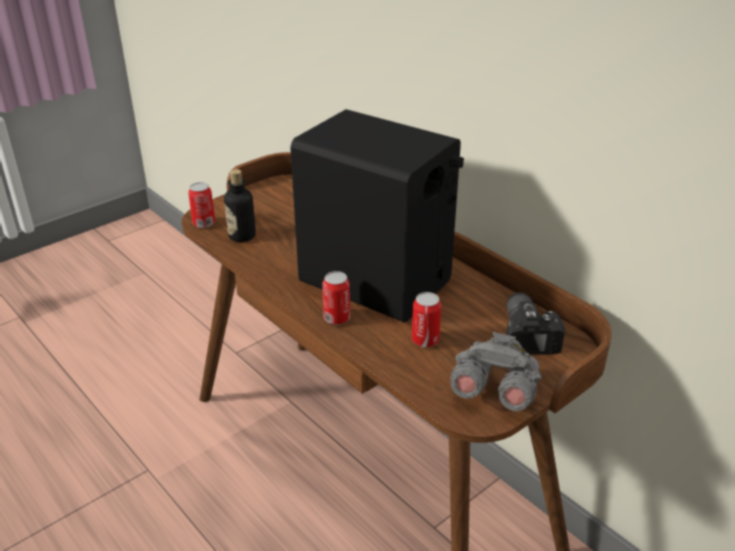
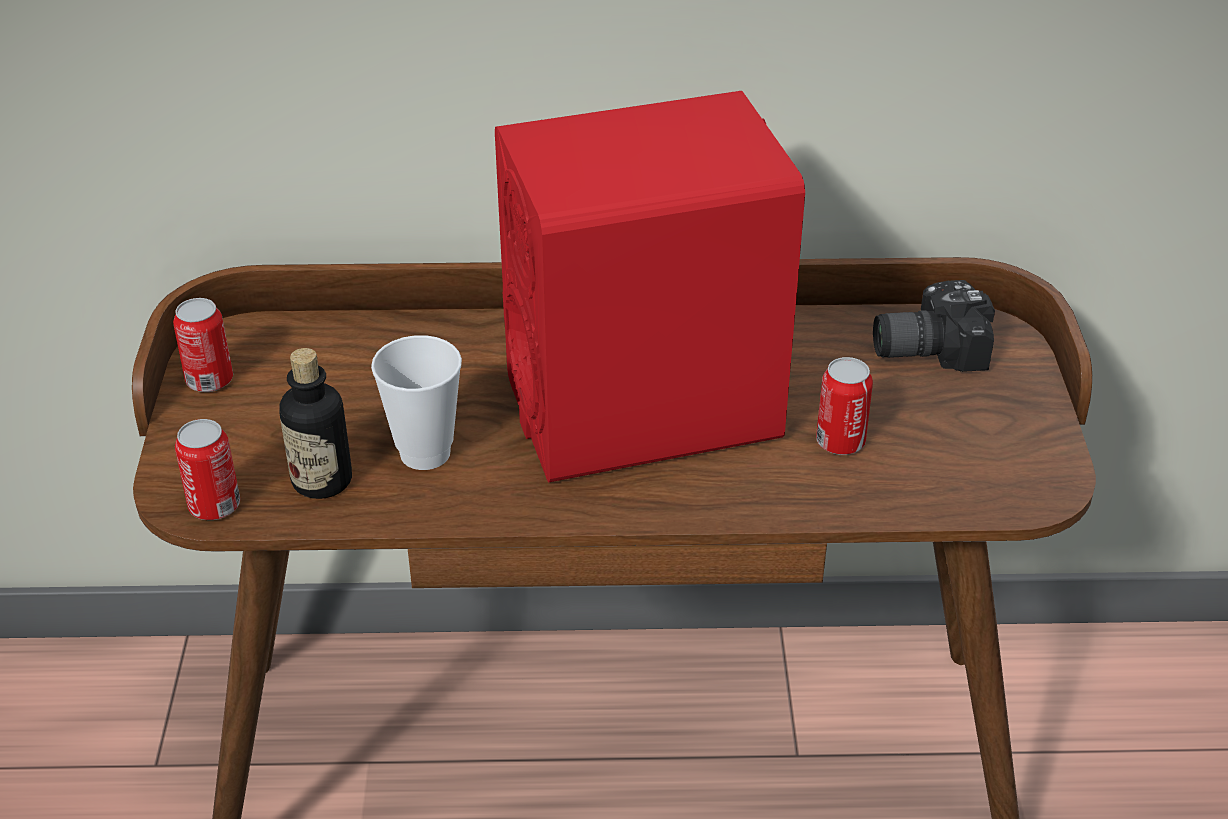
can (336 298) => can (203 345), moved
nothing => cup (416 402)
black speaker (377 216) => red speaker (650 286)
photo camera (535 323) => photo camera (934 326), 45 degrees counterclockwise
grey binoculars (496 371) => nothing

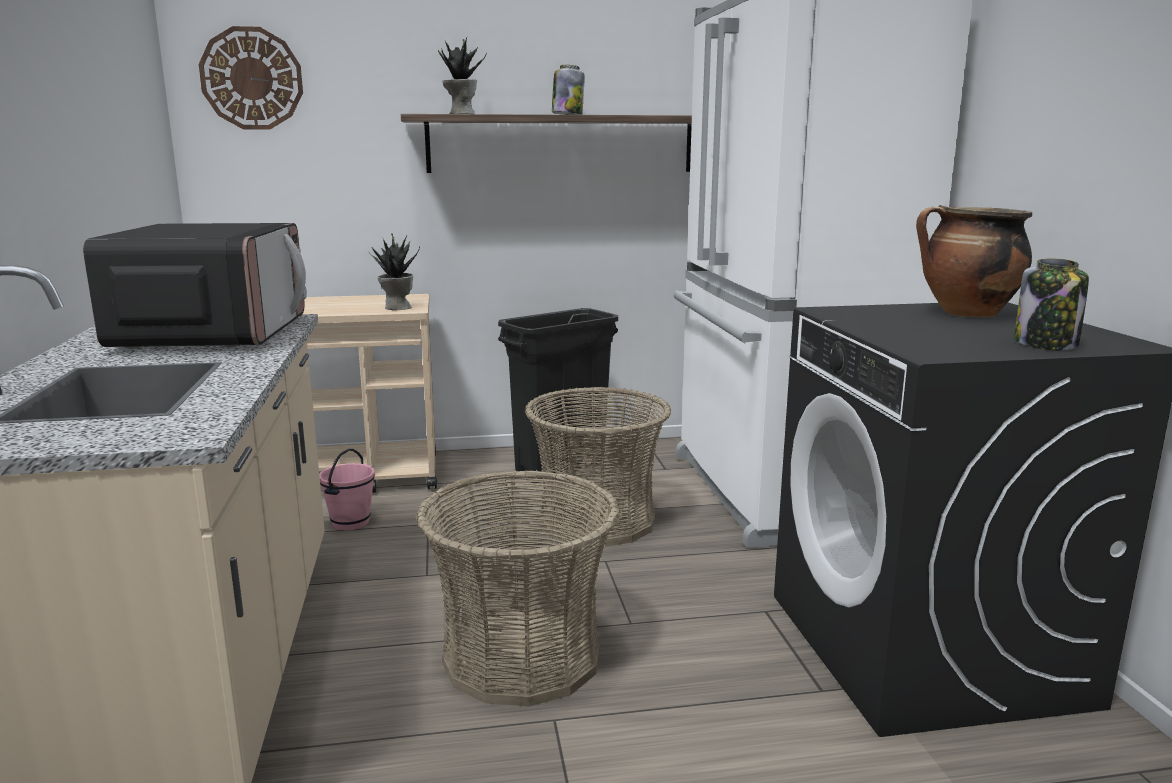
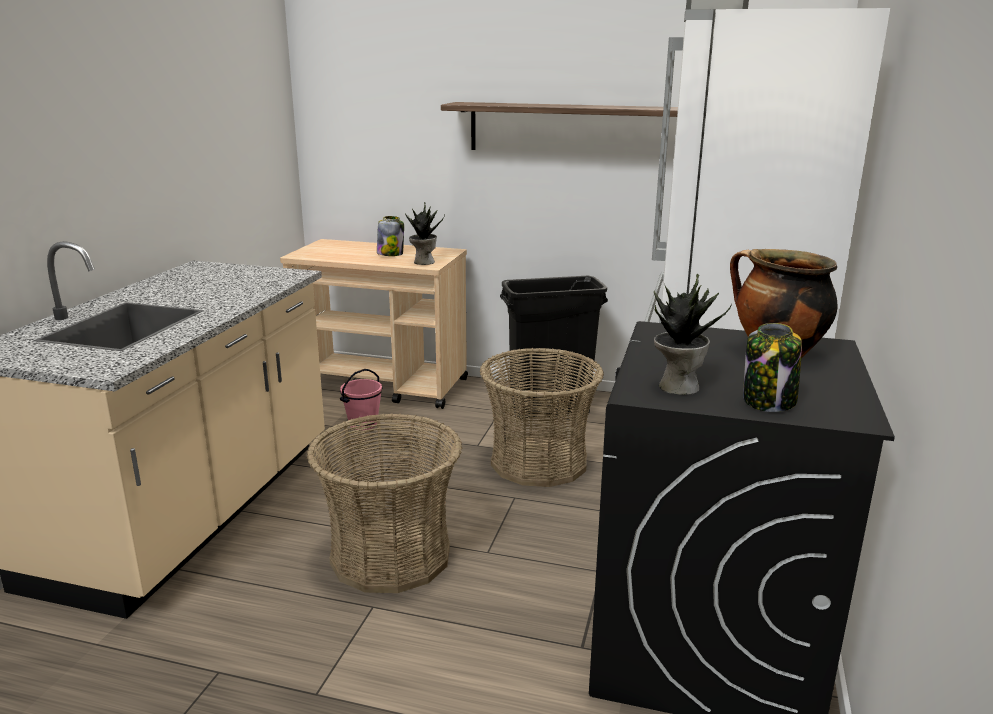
jar (568 90) => jar (390 236), moved
potted plant (462 76) => potted plant (693 334), moved
microwave (195 286) => nothing
wall clock (251 78) => nothing

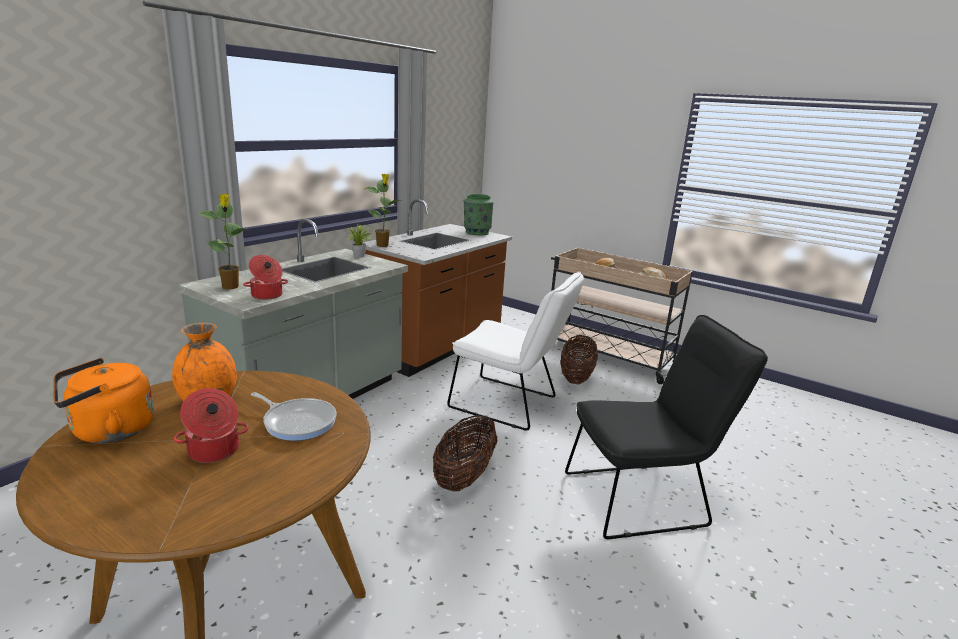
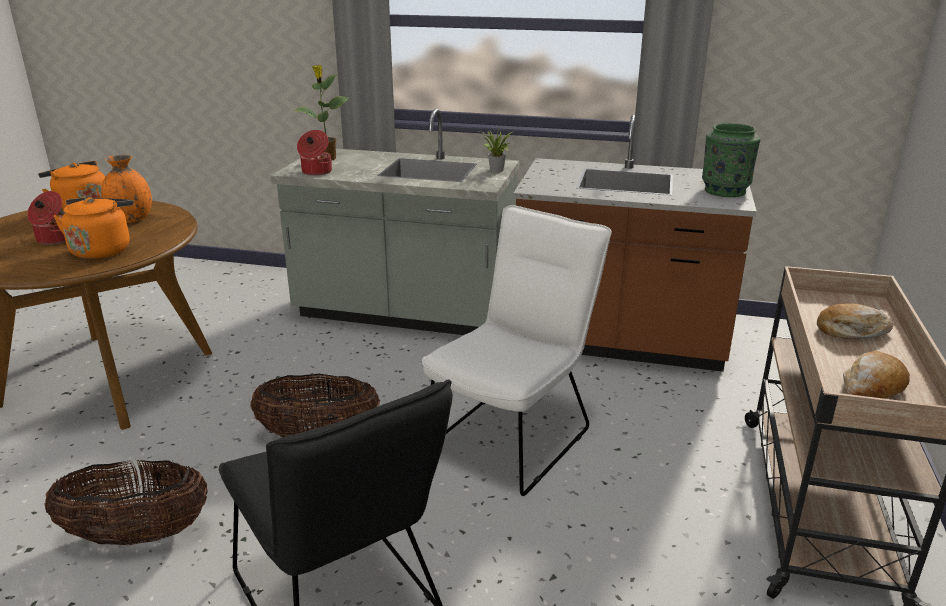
basket (579 359) => basket (125 502), moved
frying pan (294 416) => orange kettle (93 228)
white chair (515 351) => white chair (517 350), 150 degrees counterclockwise
potted plant (383 210) => nothing

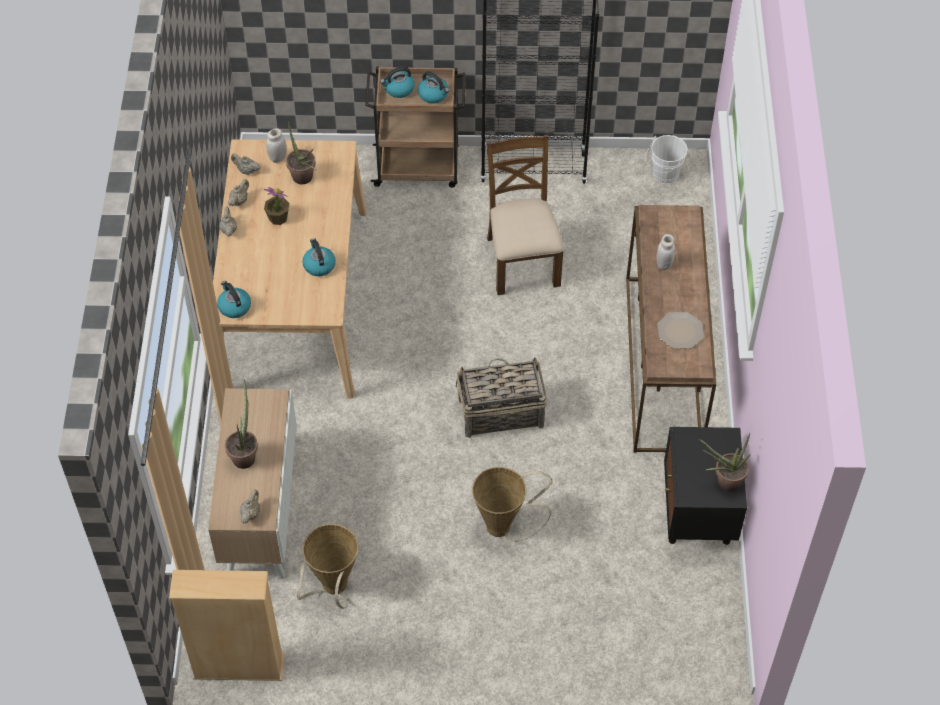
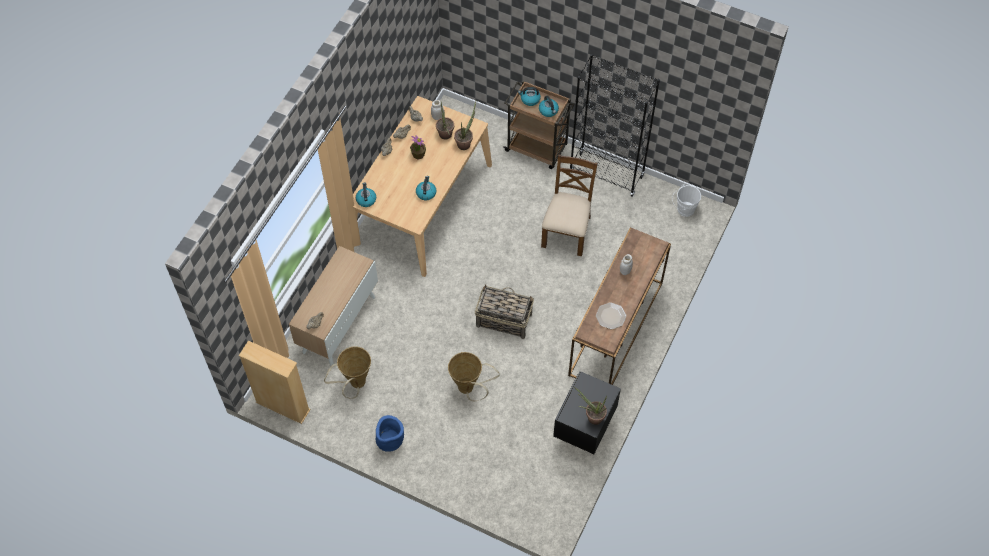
nothing => blue planter (390 433)
potted plant (241 424) => potted plant (465 125), moved

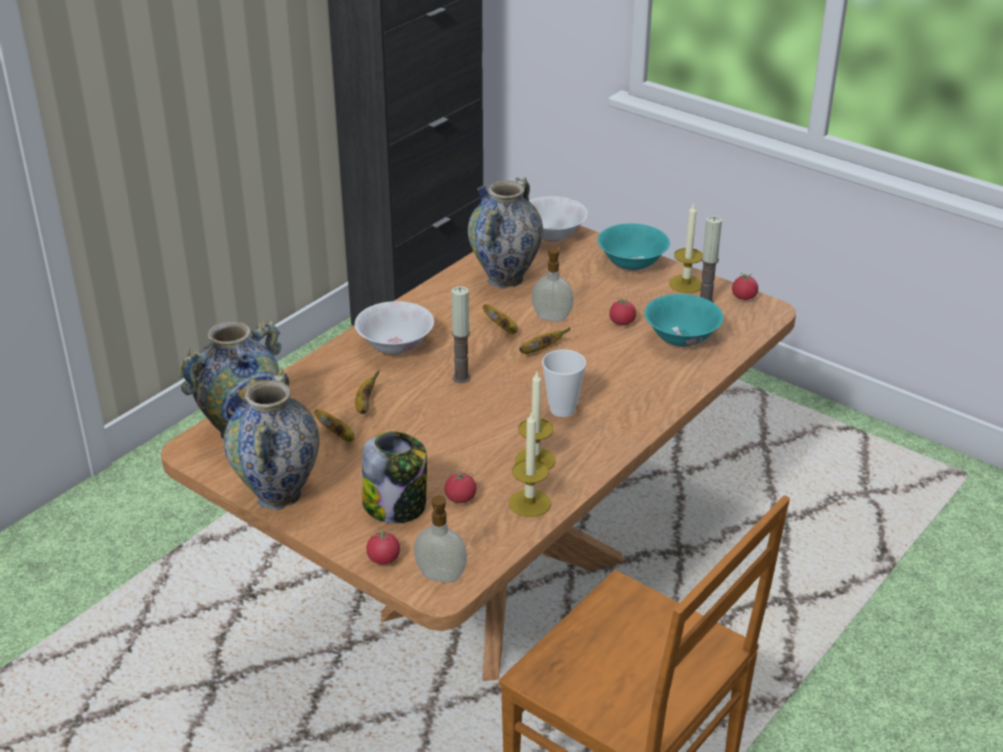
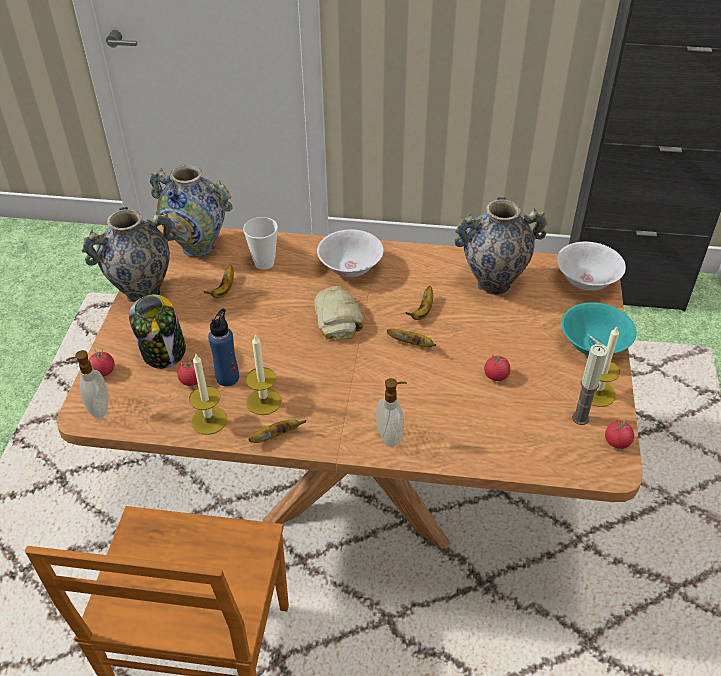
nothing => blue bottle (223 347)
cup (564 383) => cup (260 243), moved
banana (367 392) => banana (277 431), moved
candle (461 334) => bread (339 313)
soap dispenser (553 284) => soap dispenser (391 412), moved
turquoise bowl (683 320) => nothing

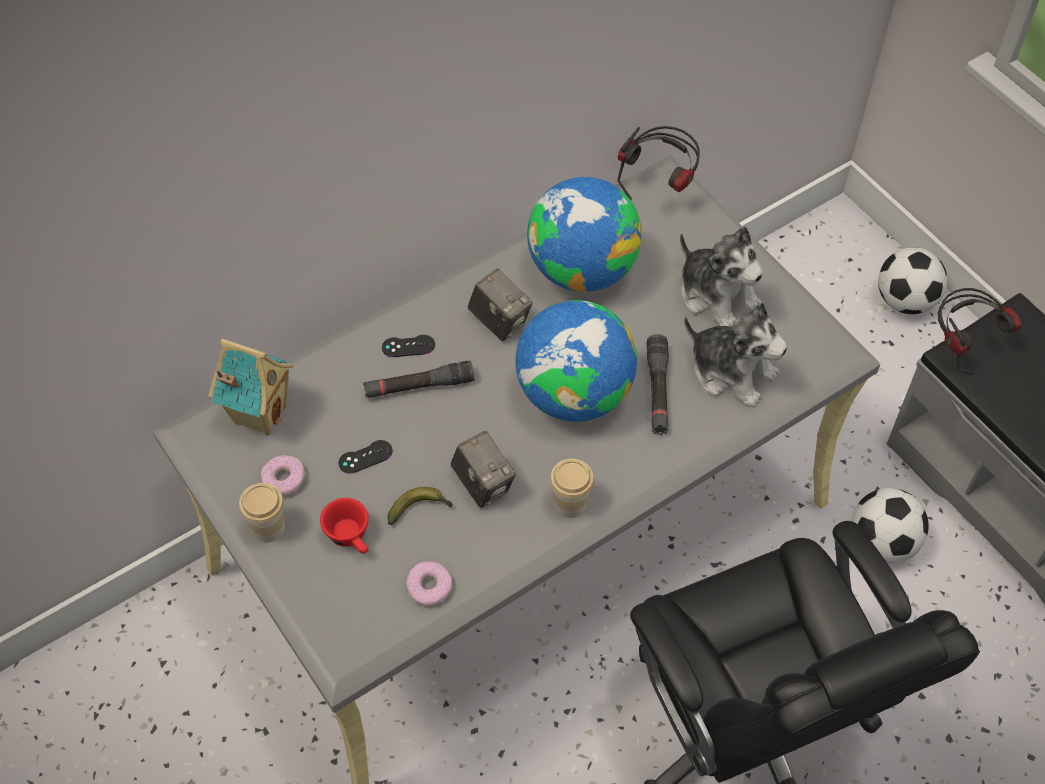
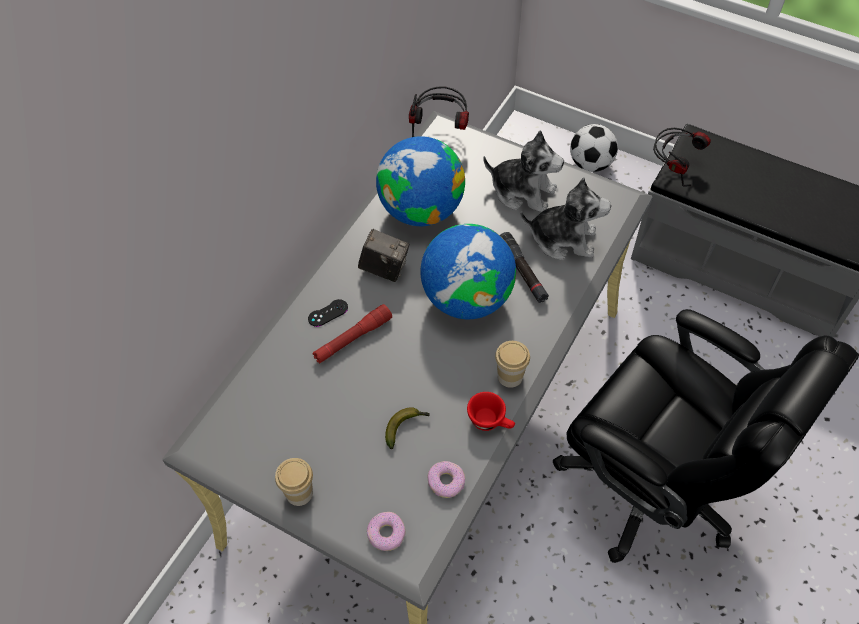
black flashlight (418 379) => red flashlight (352 333)
donut (283 475) => donut (386 531), moved
red cup (344 526) => red cup (491 411), moved
toy house (251 387) => nothing
black game controller (366 457) => nothing
photo camera (483 469) => nothing
football (890 525) => nothing

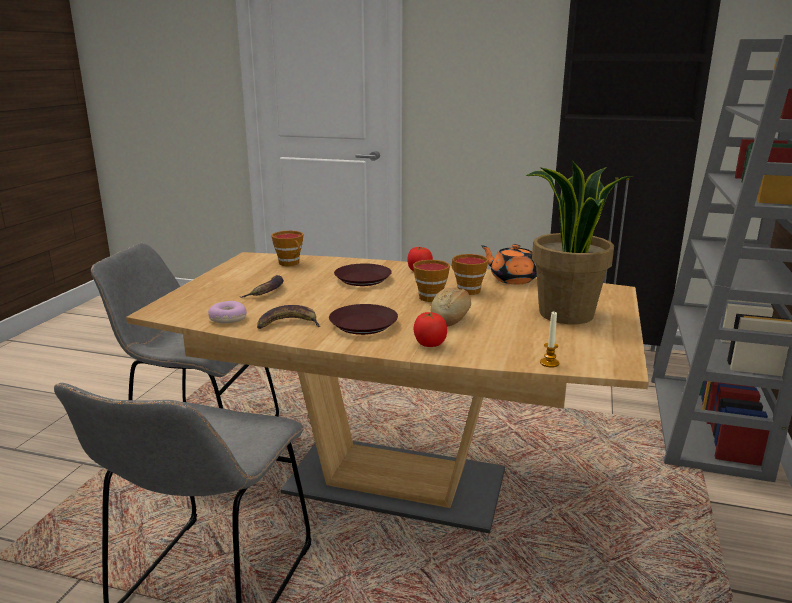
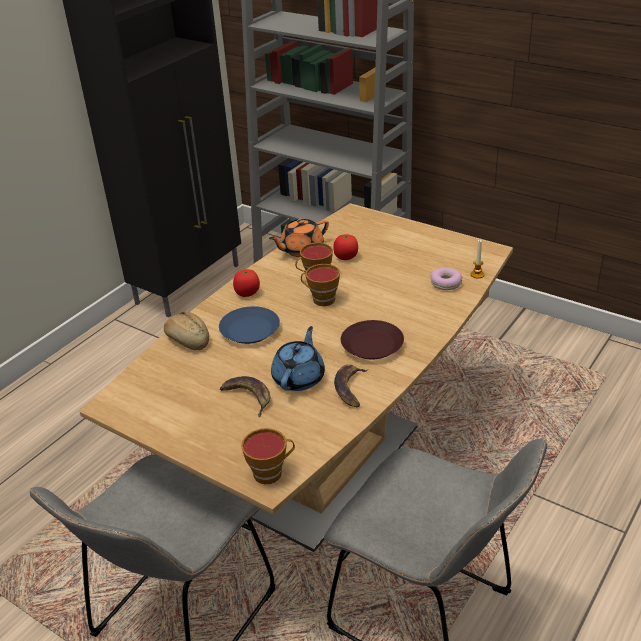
bread (451 307) => bread (186 330), moved
brown plate (363 274) => blue plate (249 325)
cup (287 248) => cup (268 456), moved
nothing => blue teapot (298 358)
tomato (430 329) => tomato (345 247), moved
donut (227 312) => donut (446 279), moved
potted plant (579 242) => nothing

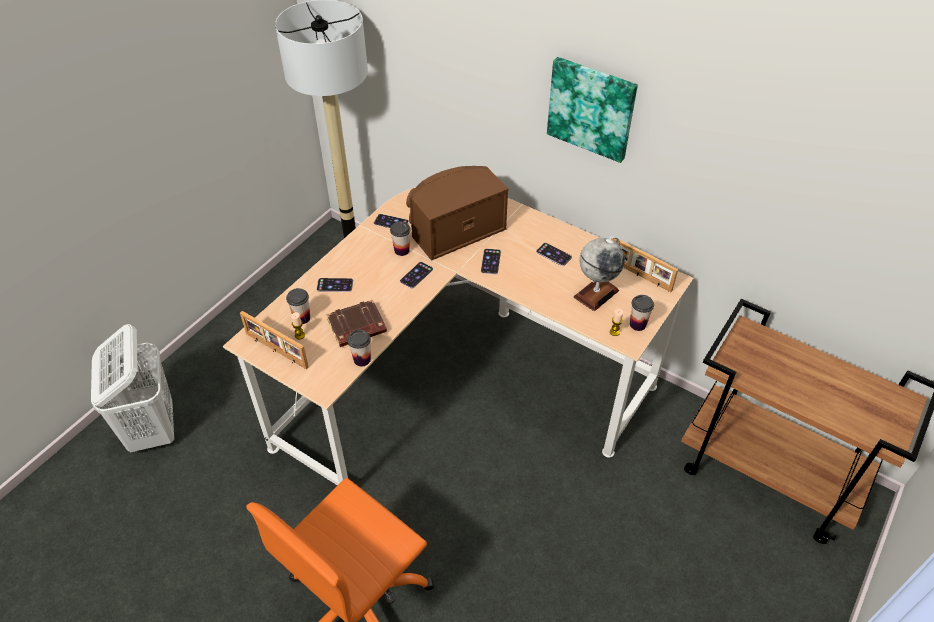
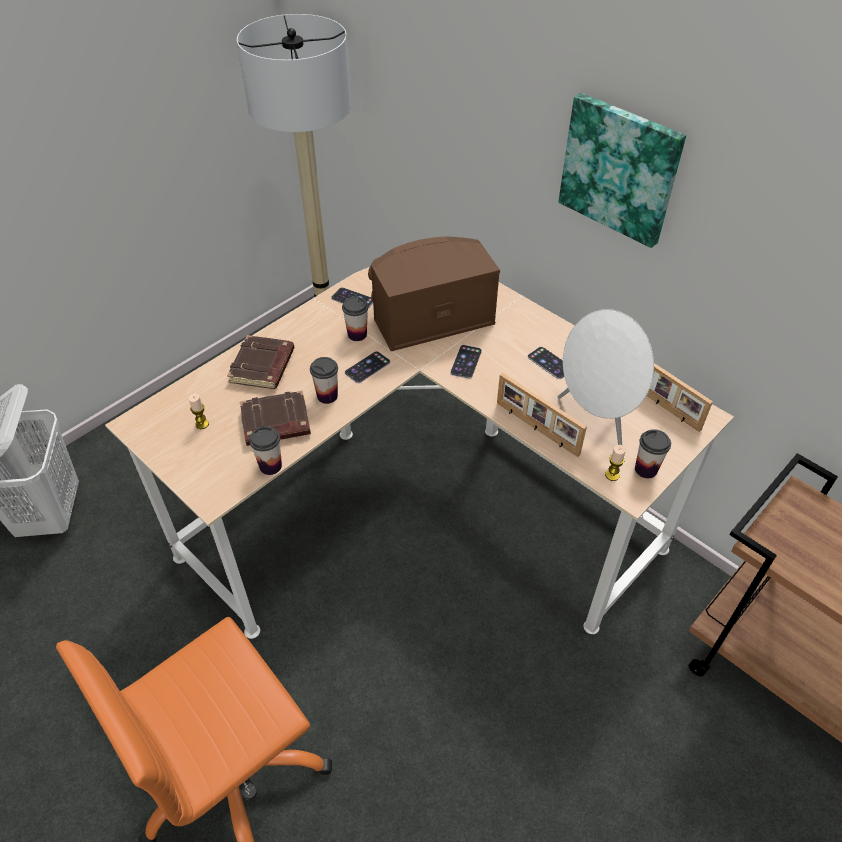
phone (334 285) => brown book (261 362)
cup (298 306) => cup (324 380), moved
picture frame (274 340) => picture frame (542 415), moved
globe (599 273) => white speaker (606 377)

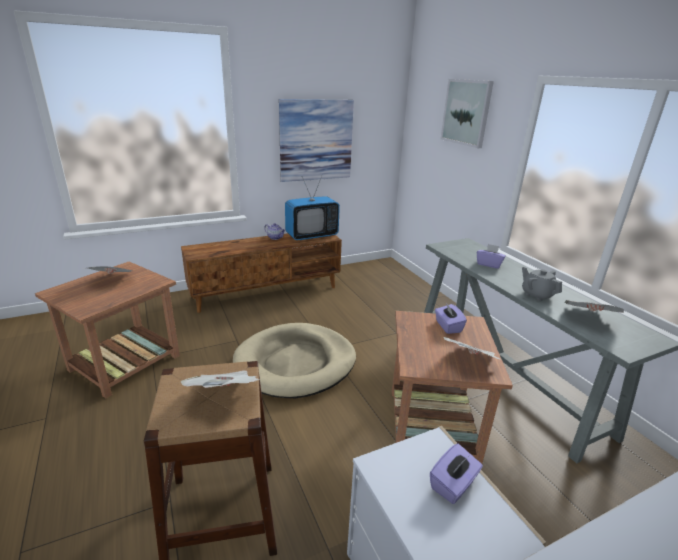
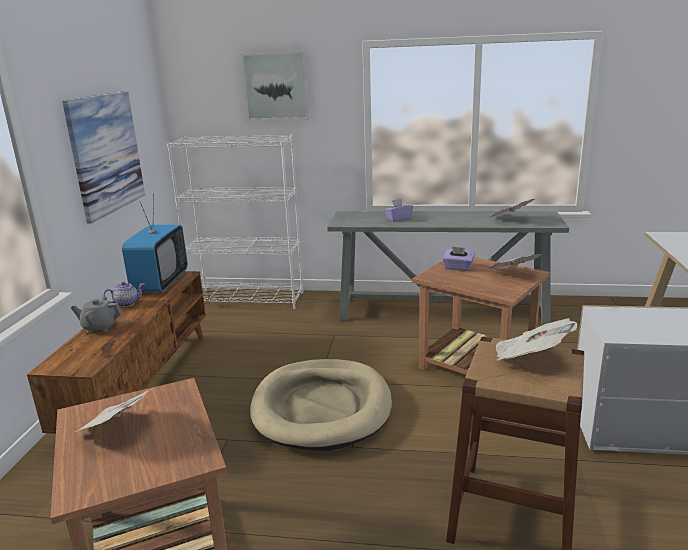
grey teapot (542 284) => grey teapot (96 314), moved
nothing => white bookcase (235 222)
purple tissue box (456 473) => nothing

